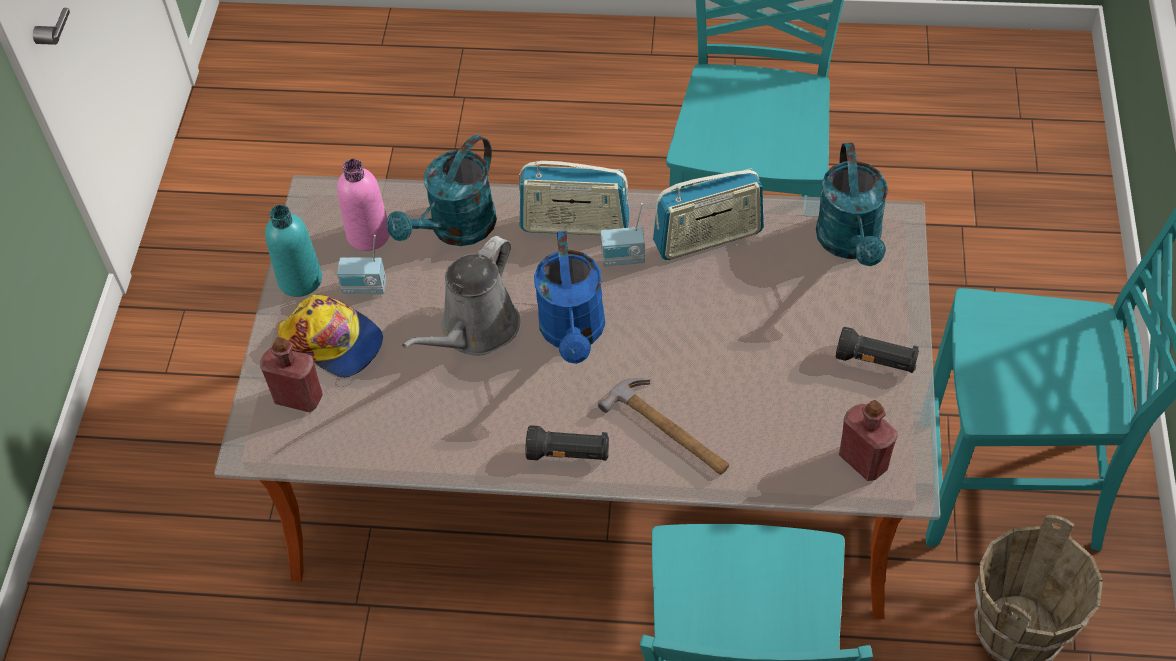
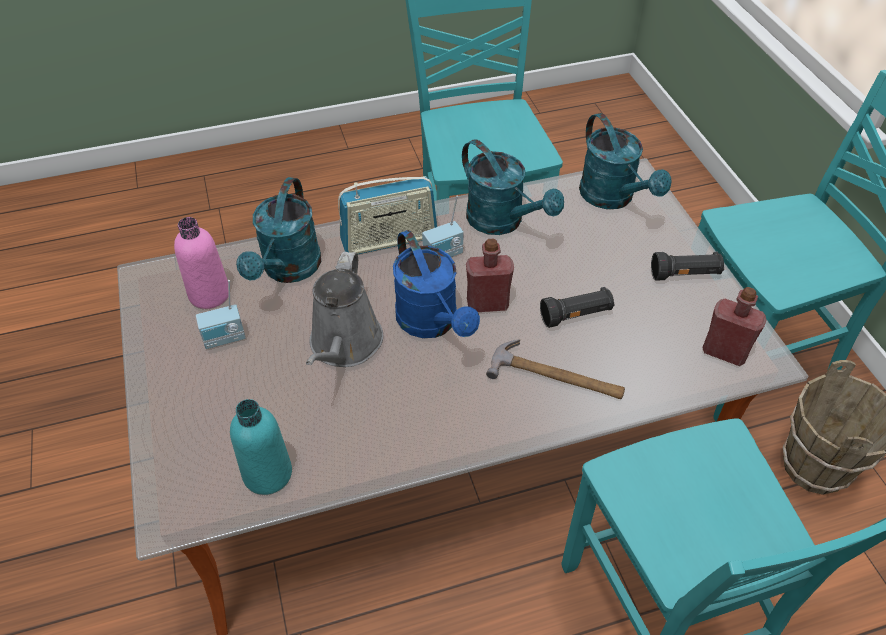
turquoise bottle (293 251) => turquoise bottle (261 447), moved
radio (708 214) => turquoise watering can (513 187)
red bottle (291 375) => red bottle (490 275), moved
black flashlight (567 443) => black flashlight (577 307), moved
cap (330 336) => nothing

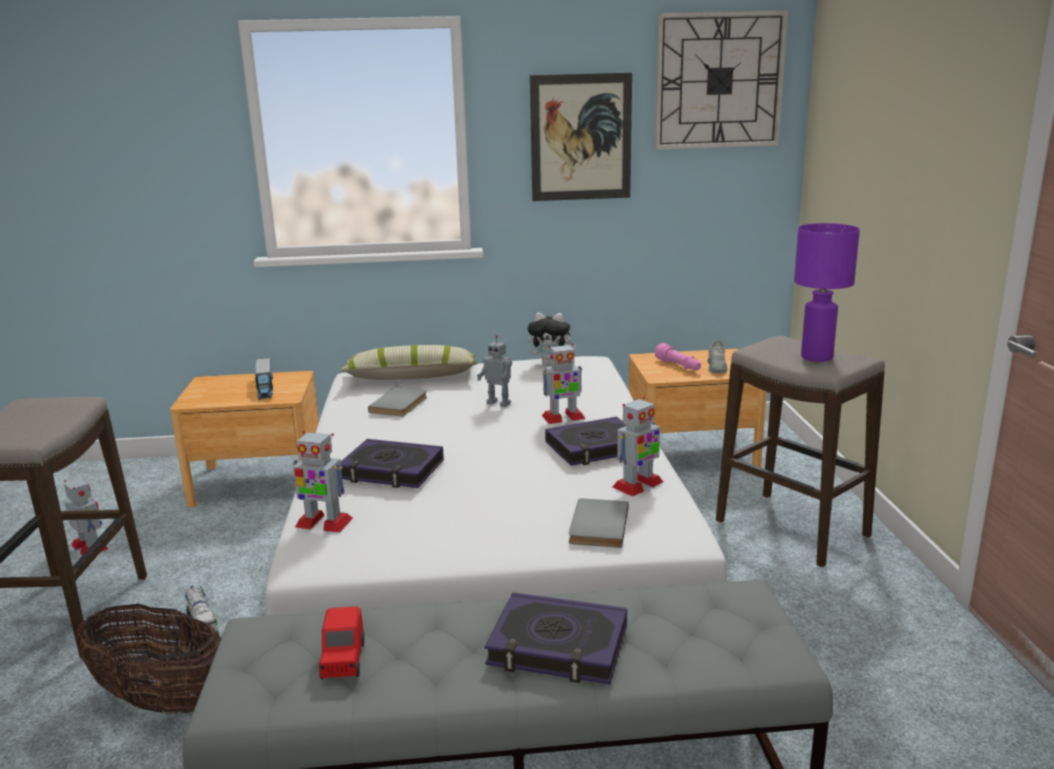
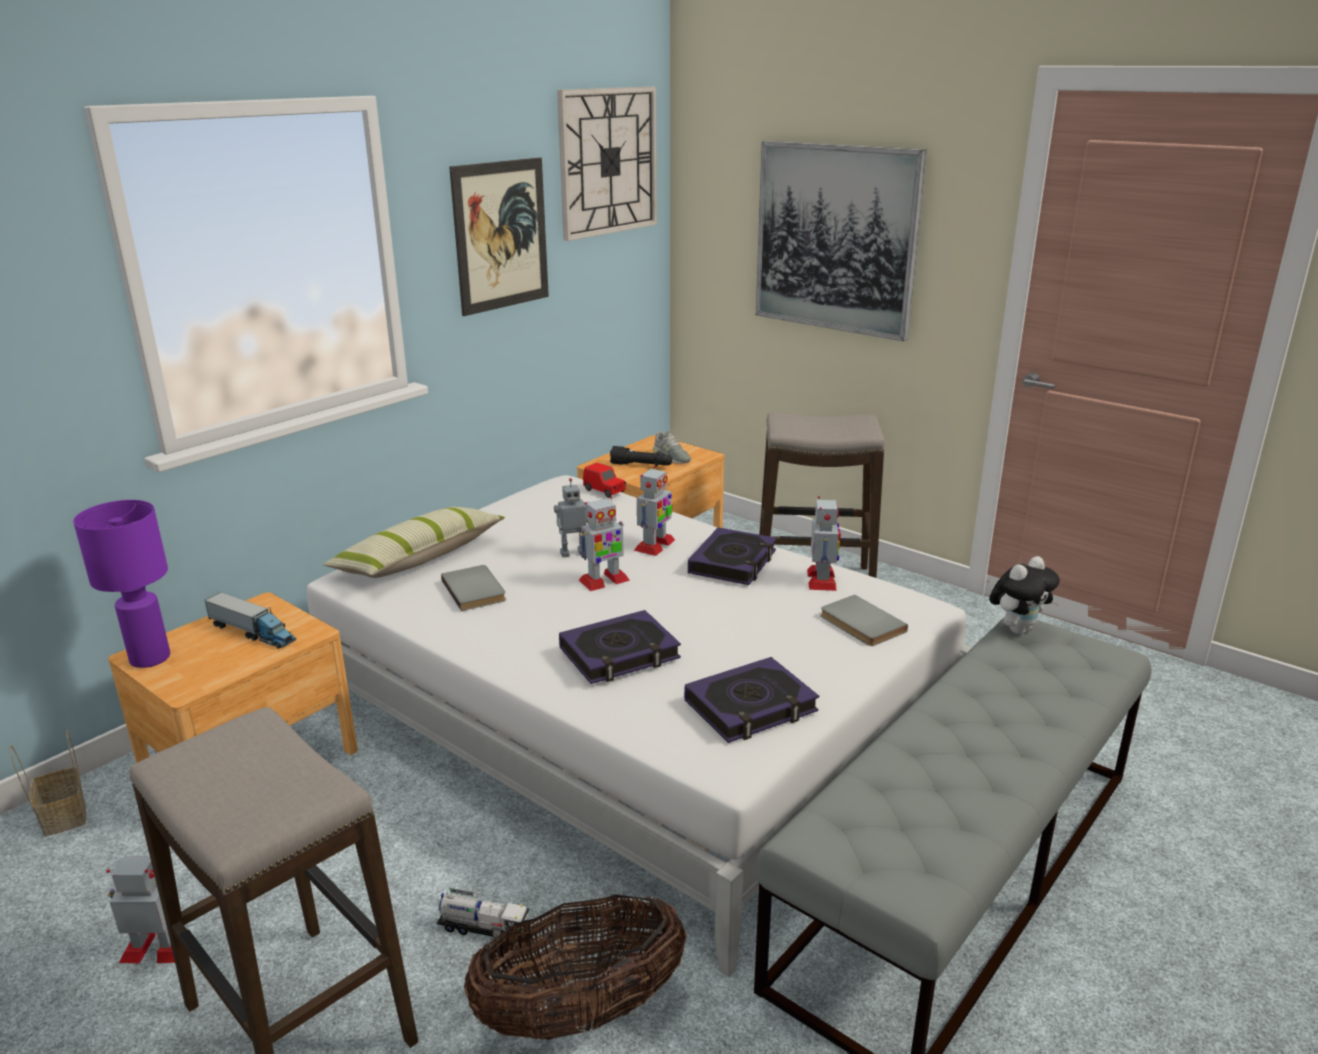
nothing => basket (47 783)
purple table lamp (827 292) => purple table lamp (121 584), moved
toy robot (322 482) => toy robot (604 544), moved
red toy car (341 642) => red toy car (604 480), moved
pink flashlight (678 357) => black flashlight (641 456)
book (556 638) => book (751 700), moved
nothing => picture (841 241)
plush toy (552 339) => plush toy (1024 595), moved

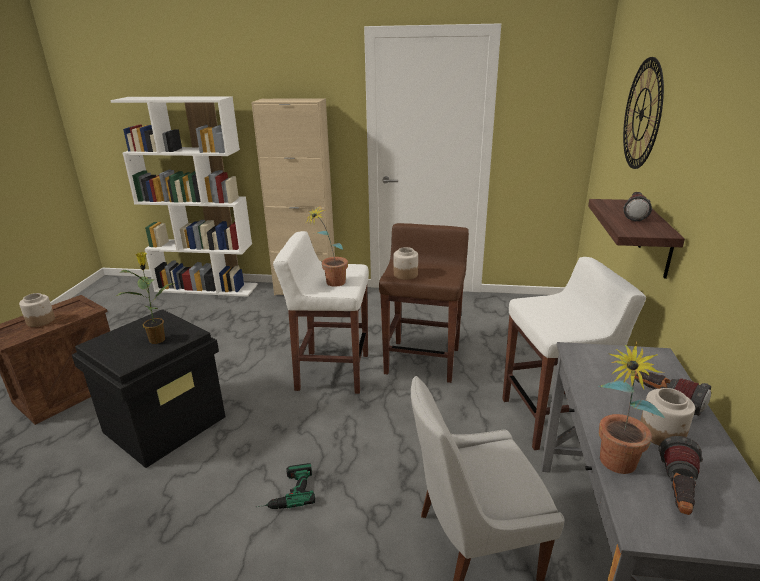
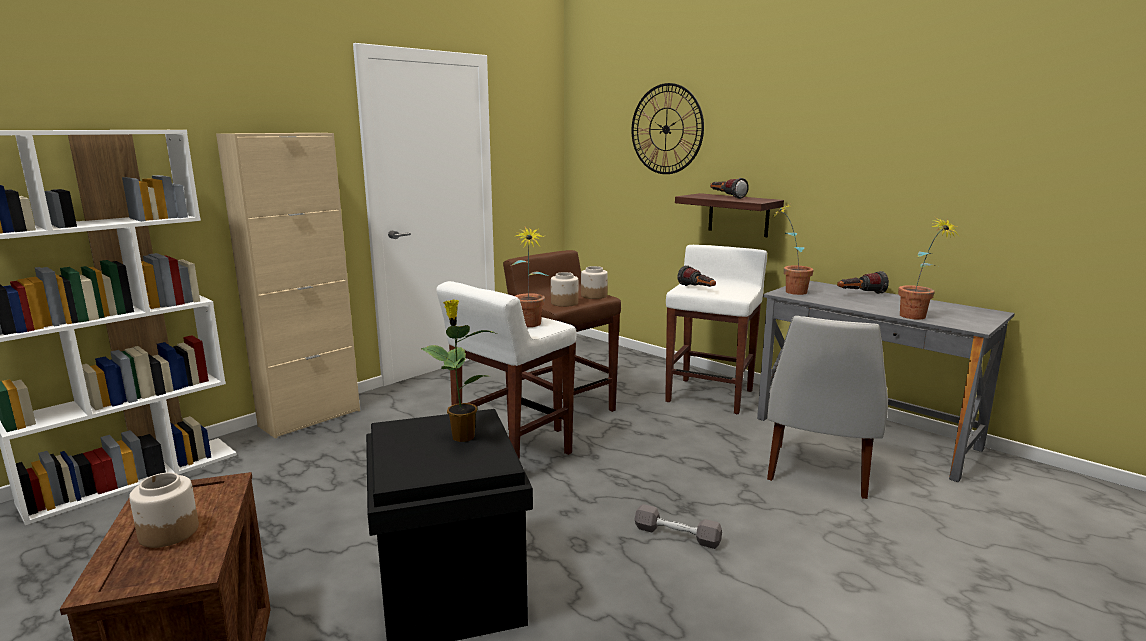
jar (667 417) => jar (594 282), moved
power drill (285 486) => grey dumbbell (678 526)
flashlight (680 475) => flashlight (696 276), moved
nothing => potted plant (793 250)

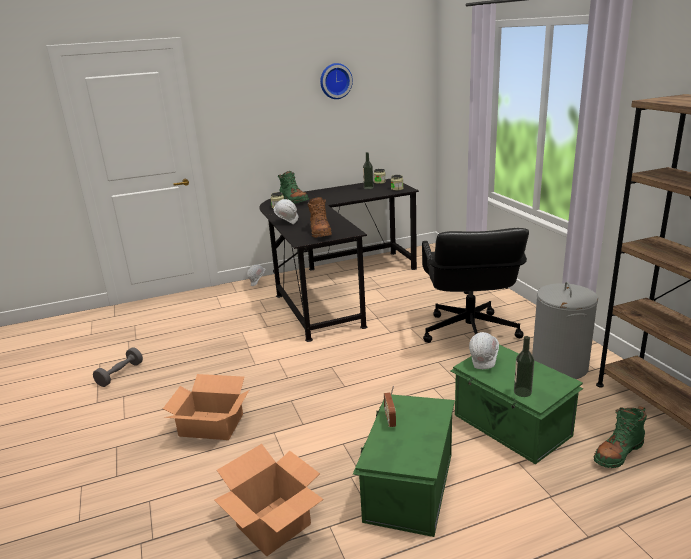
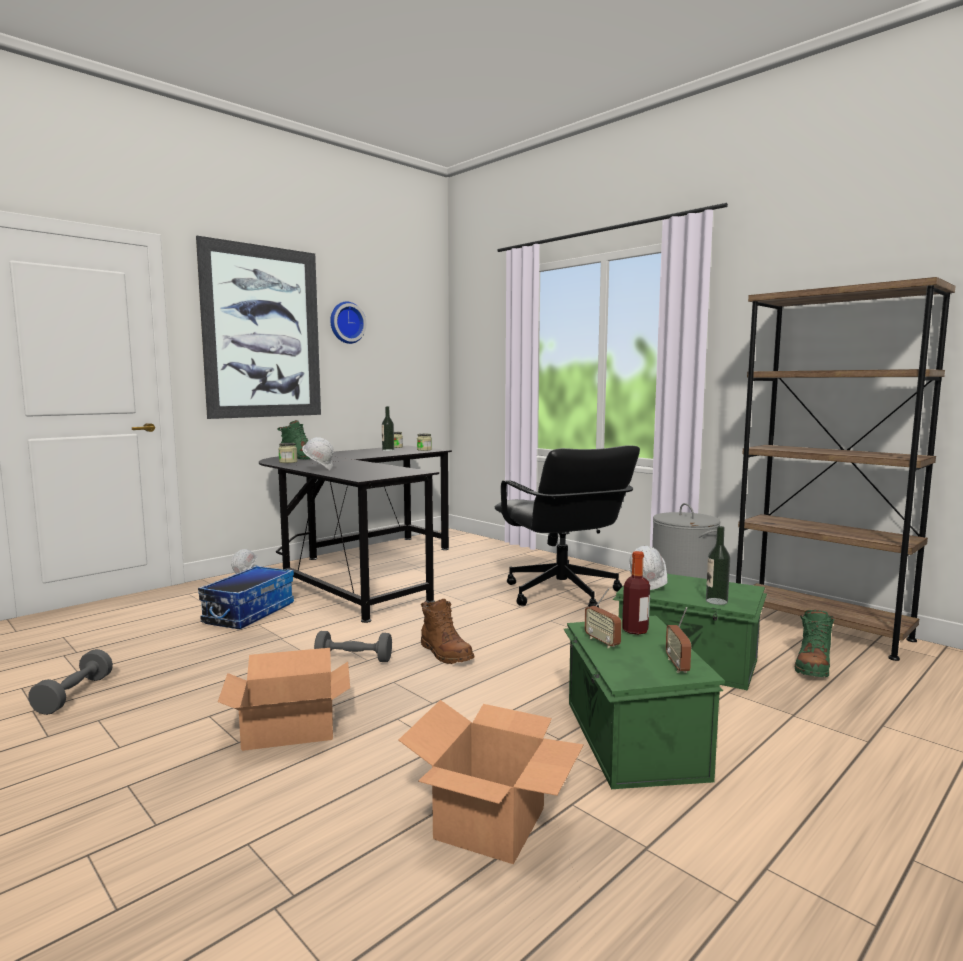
nothing => picture (258 327)
nothing => storage box (246 597)
nothing => grey dumbbell (353 646)
brown boot (319 217) => brown boot (447 631), moved
nothing => bottle (636 593)
nothing => radio (678 640)

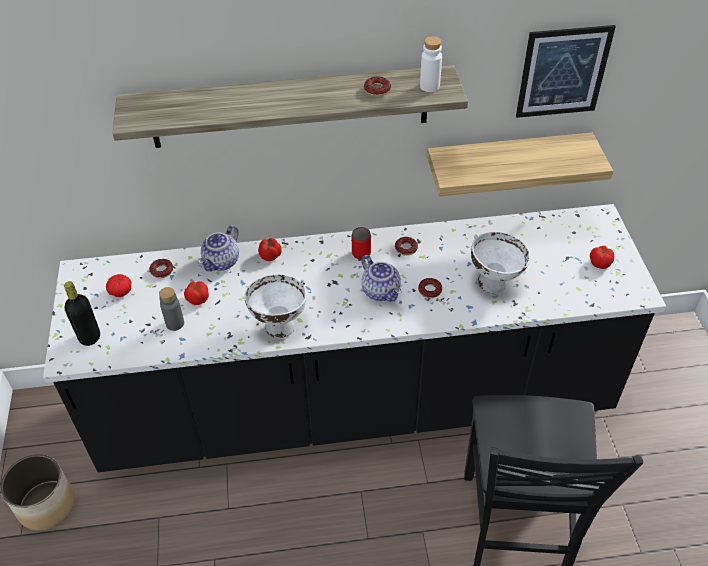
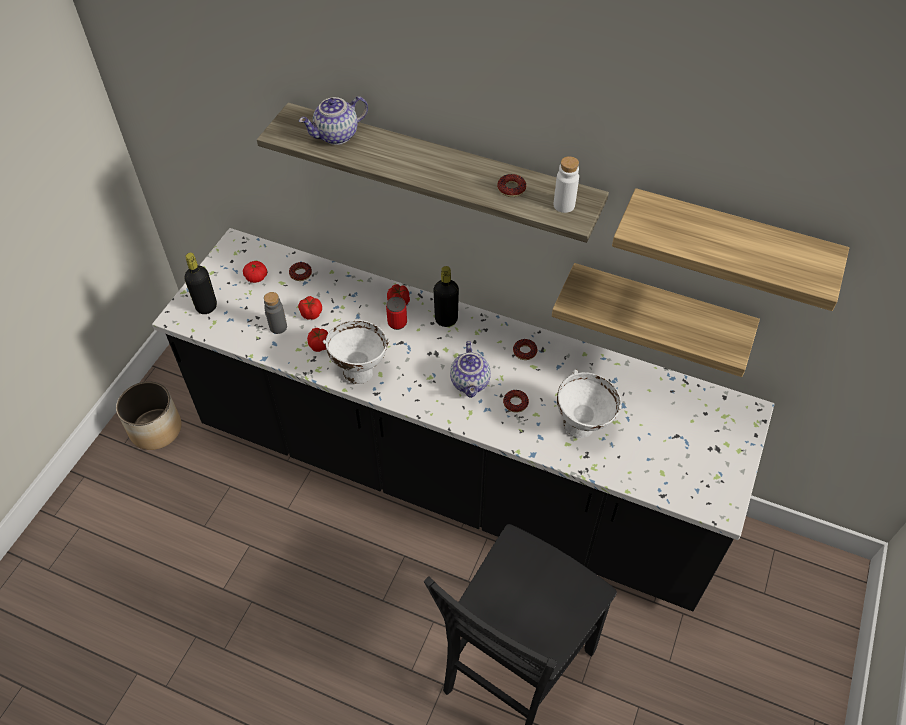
teapot (218 248) => teapot (333 120), moved
tomato (602 257) => tomato (317 340), moved
can (361 243) => can (396 313), moved
nothing => black bottle (446 296)
picture (566 71) => shelf (730 249)

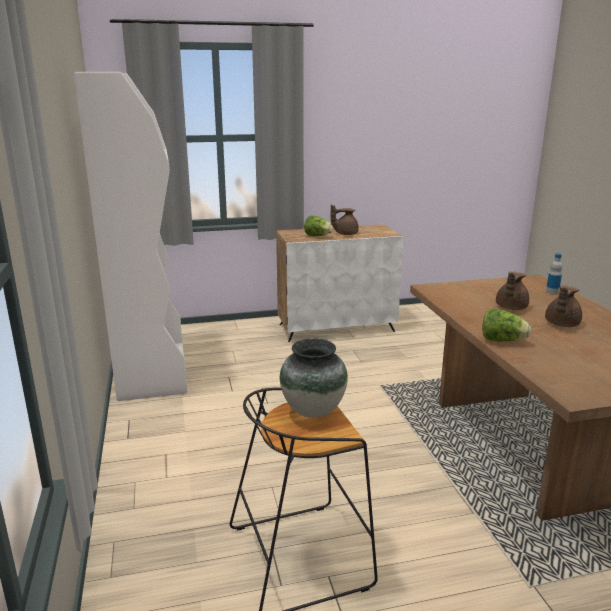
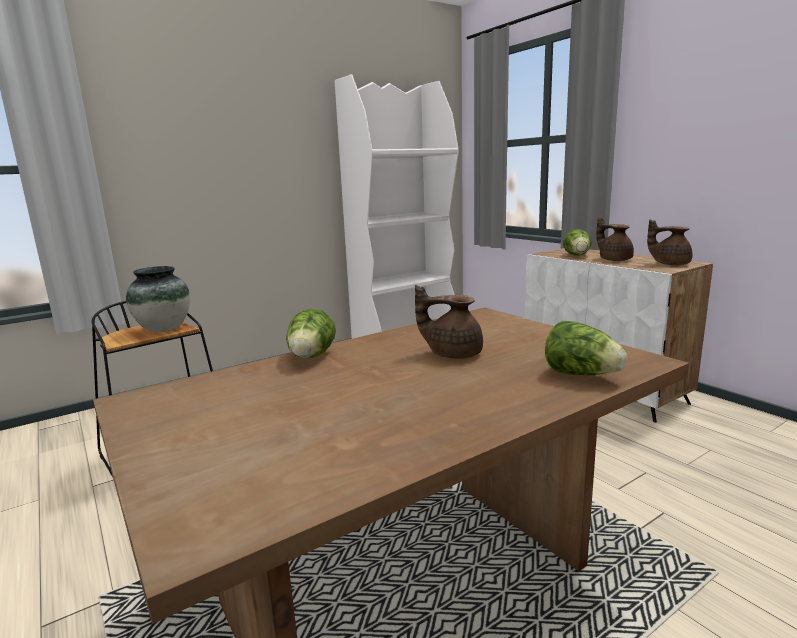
bottle (554 274) => lettuce (586 348)
brown teapot (563 306) => brown teapot (669 242), moved

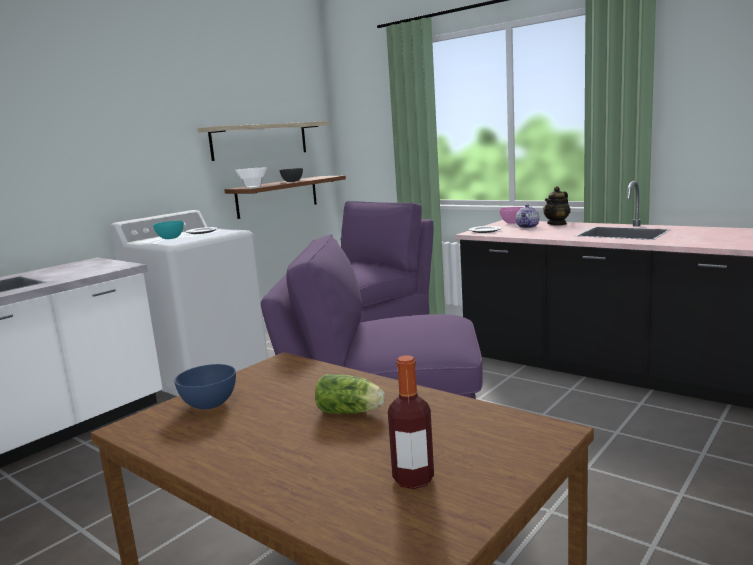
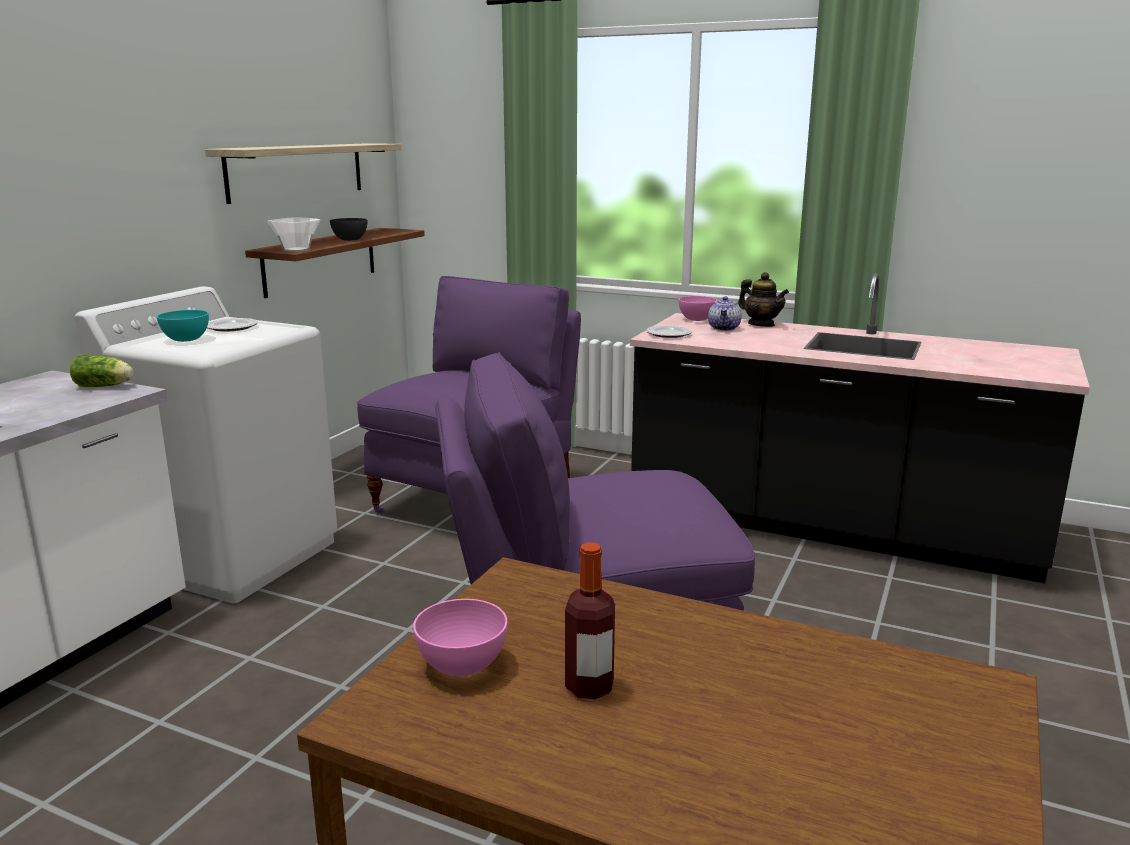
lettuce (350 394) => lettuce (102 371), moved
blue bowl (205 386) => pink bowl (460 638)
bottle (411 422) => bottle (590 620), moved
teapot (556 206) => teapot (763 299), 75 degrees counterclockwise

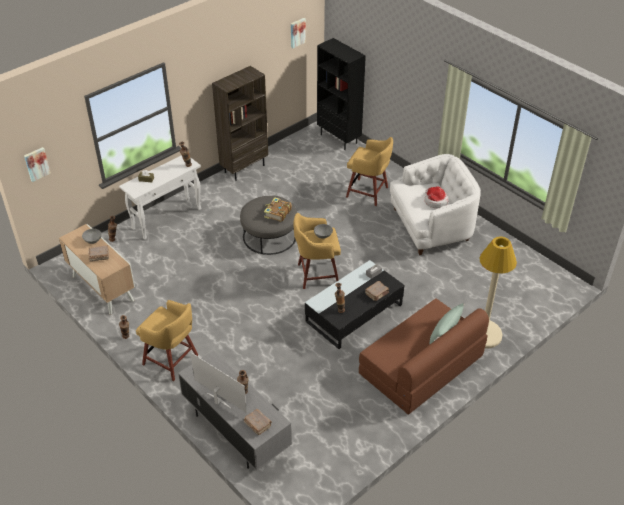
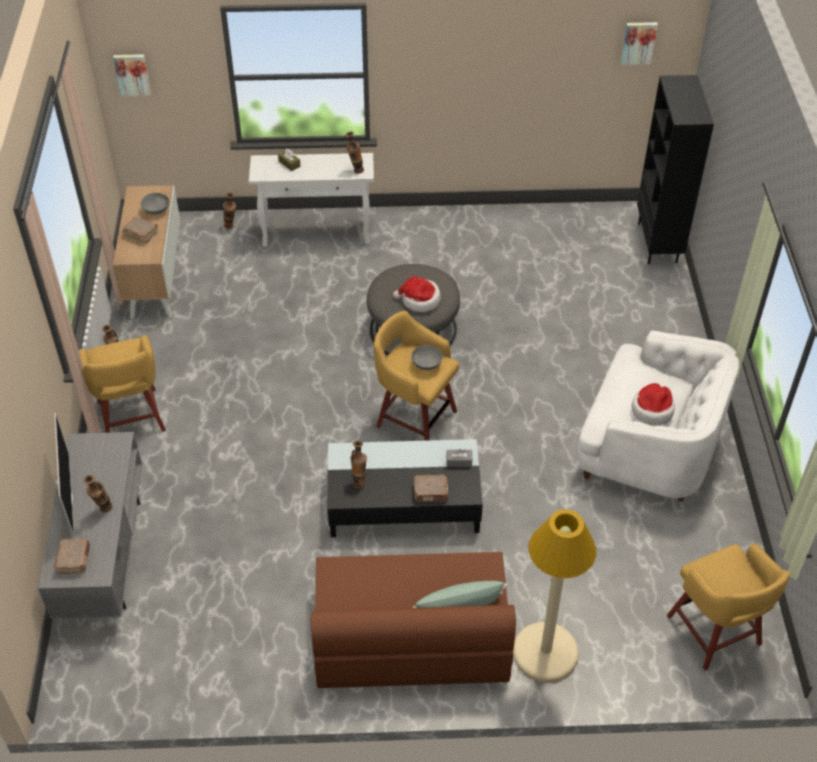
book (278 210) => hat (417 294)
yellow stool (369 171) => yellow stool (728 606), moved
brown bookcase (240 123) => nothing

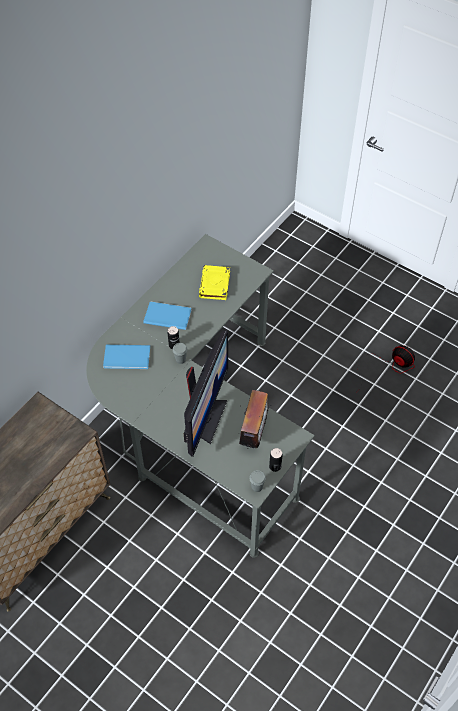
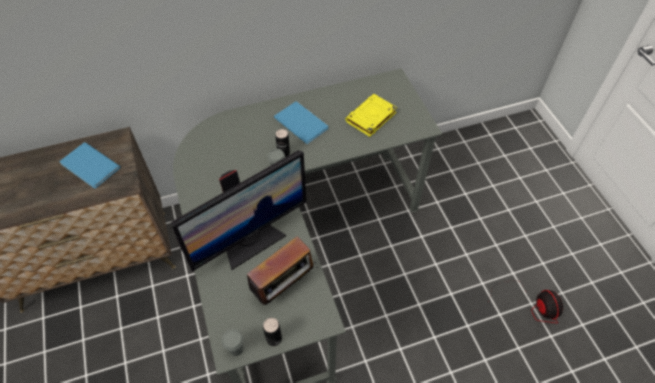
blue book (126 357) => blue book (90 165), moved

